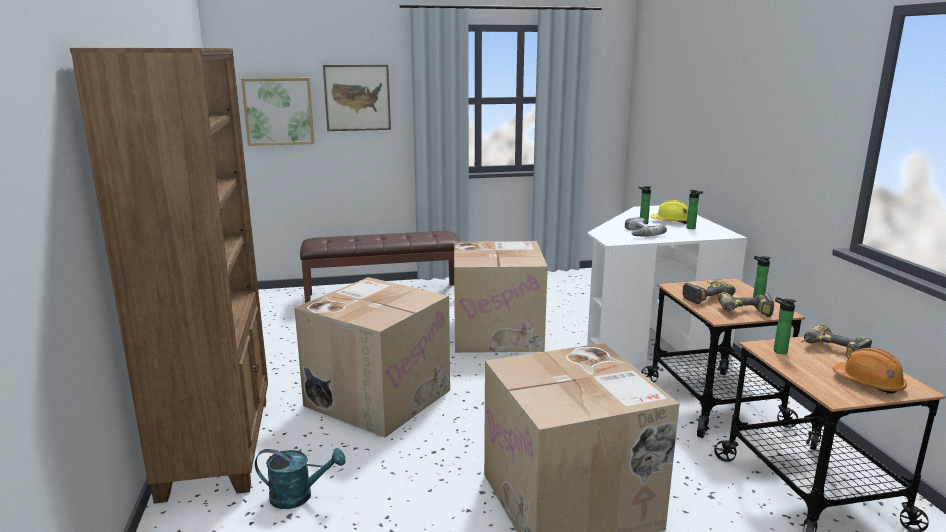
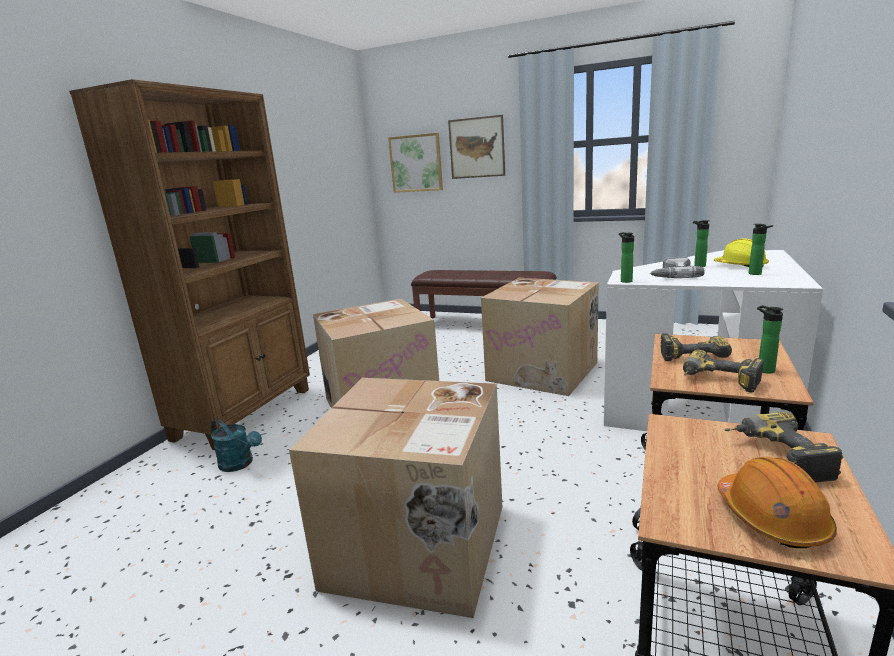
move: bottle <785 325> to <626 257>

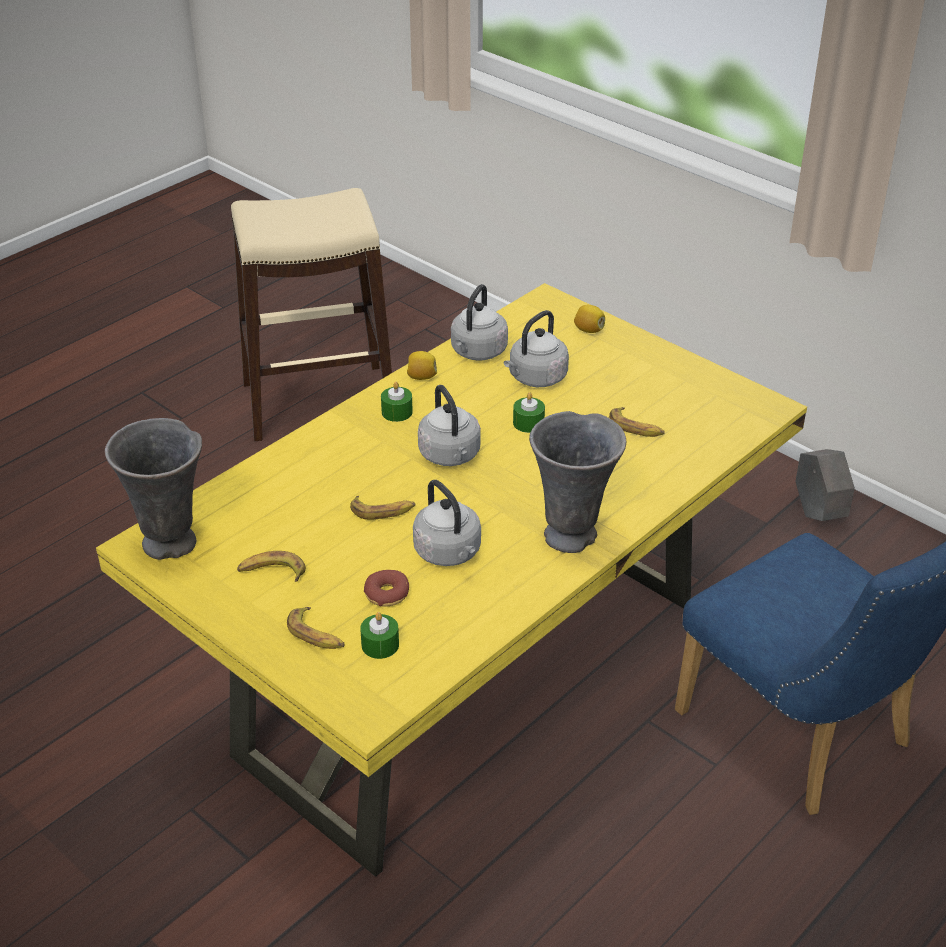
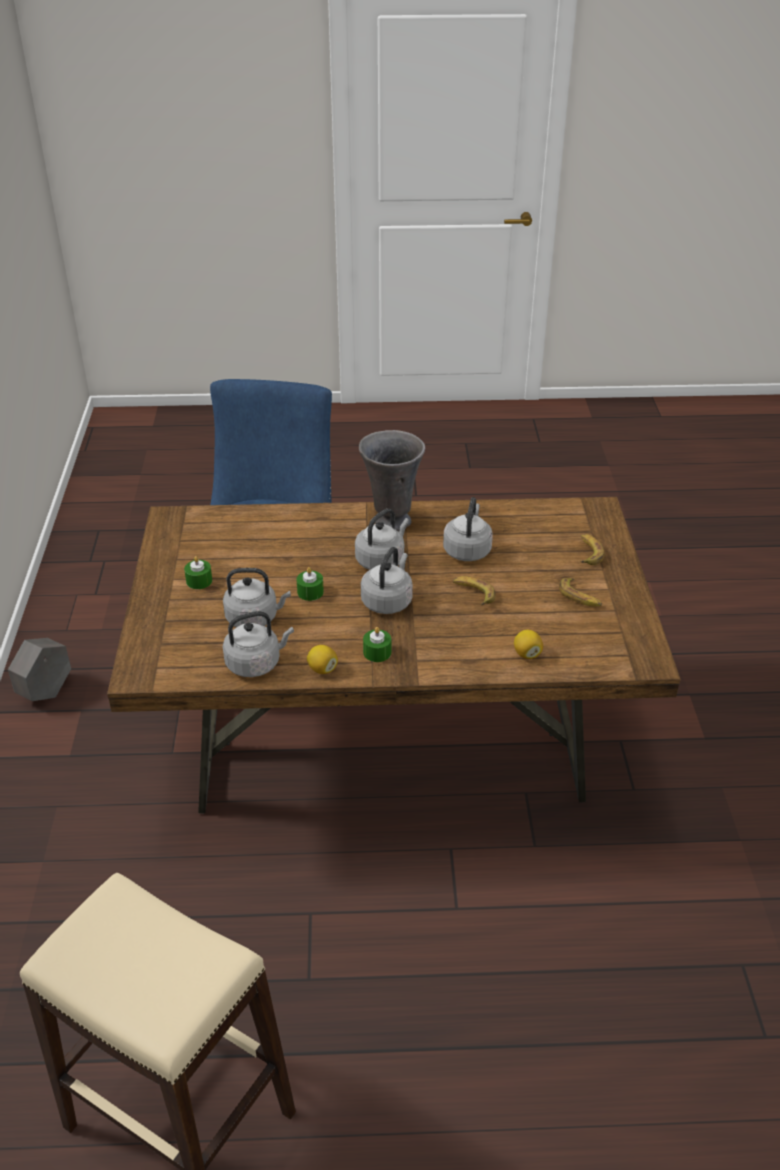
delete: greyish vase <153 489>; donut <386 588>; whole banana <637 422>
insert: greyish tea kettle <382 539>
move: greenish candle <379 635> to <198 572>; whole lemon <589 319> to <528 644>
recolor: yellow dinner table <451 580> to brownish dinner table <394 655>

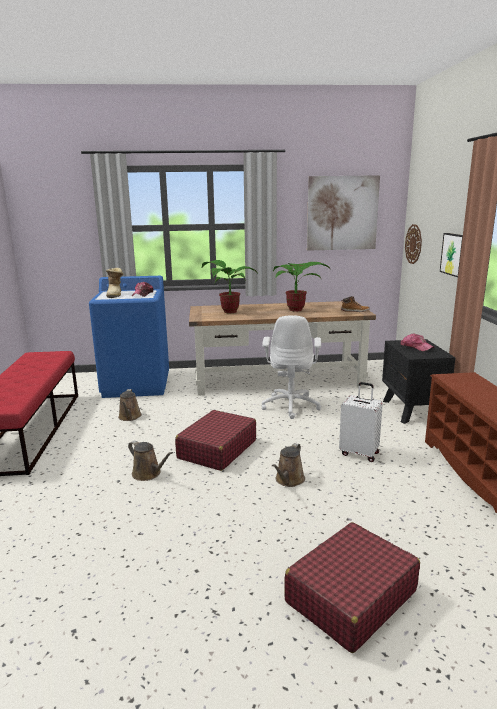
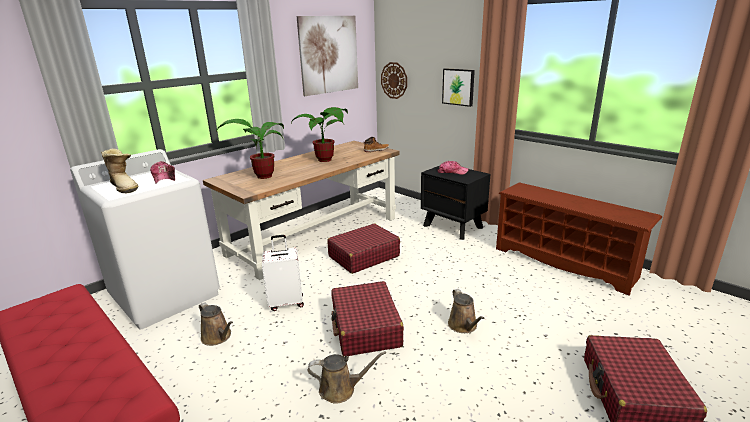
move: white piece of luggage <361 422> to <283 273>
replace: white desk chair <291 367> to reddish piece of luggage <363 249>
recolor: blue-coloured washing machine <129 337> to white washing machine <145 239>

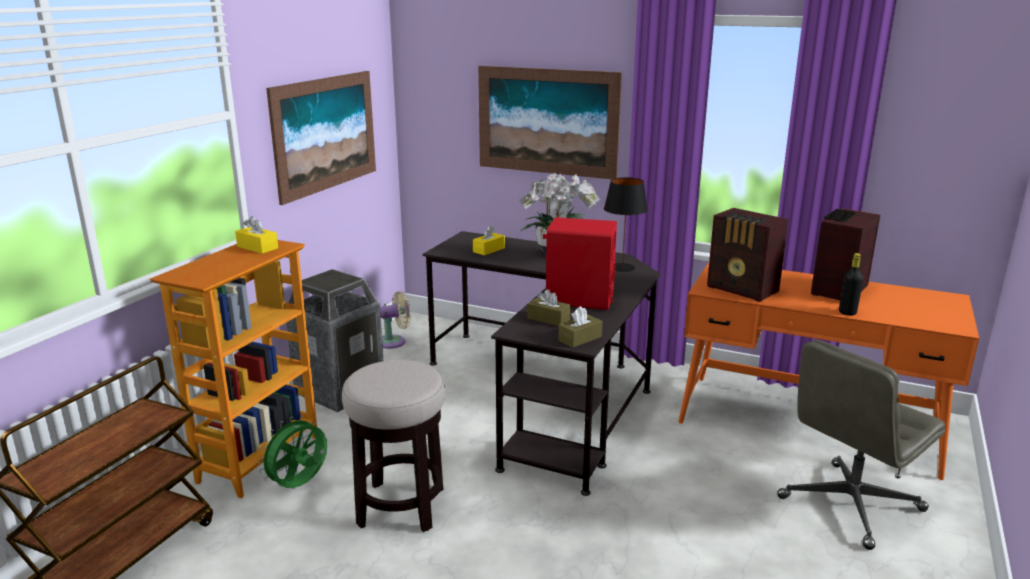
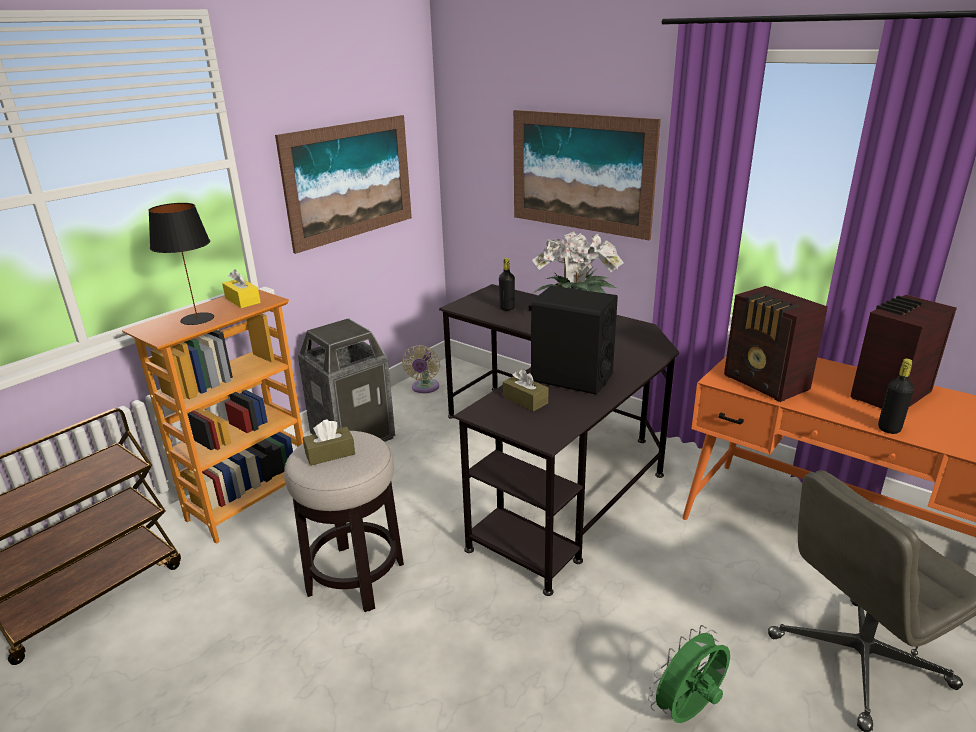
move: greenish electric fan <292 451> to <689 674>; brownish tissue holder <580 327> to <329 442>; black lamp for a table <626 224> to <181 264>
replace: yellow tissue holder <489 240> to black bottle <507 284>
recolor: reddish audio speaker <580 263> to black audio speaker <573 340>
rotate: sand-coloured electric fan <395 320> = <421 369> 105 degrees clockwise

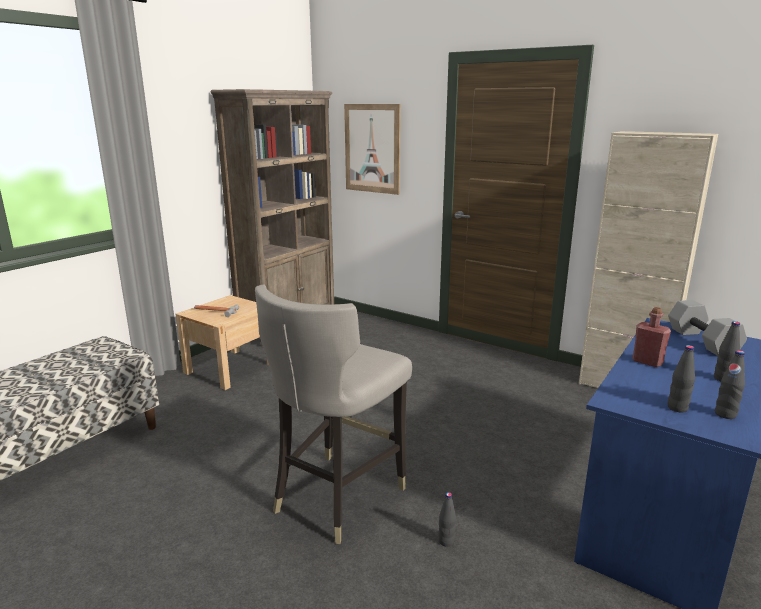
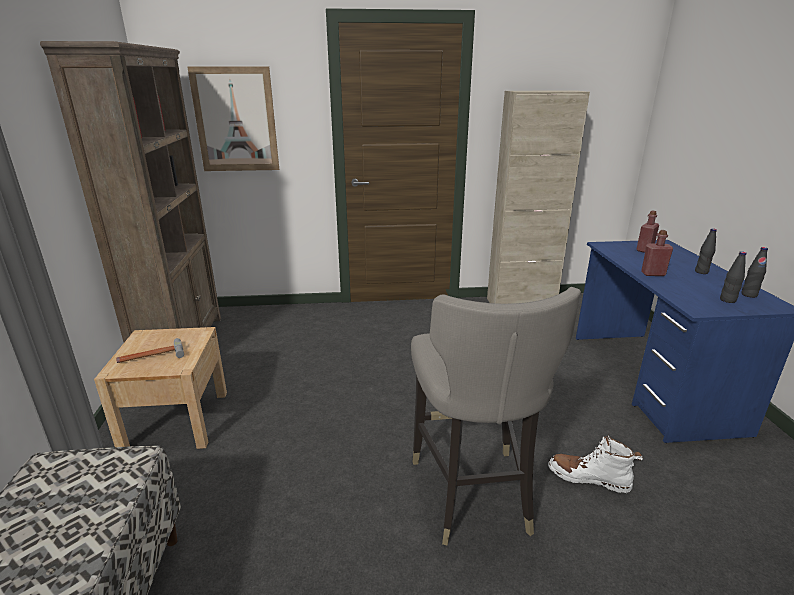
replace: black bottle <447 519> to white boot <595 463>; greyish hand weight <707 328> to reddish bottle <647 231>

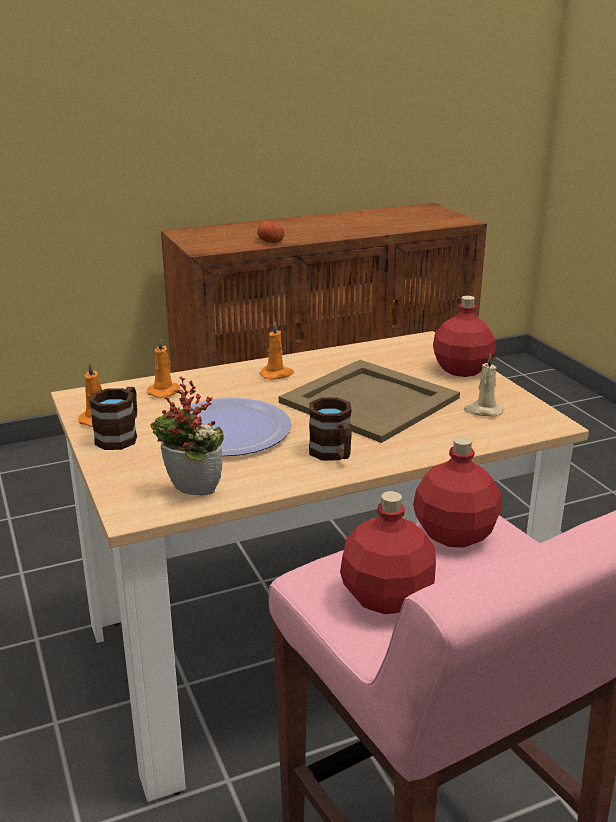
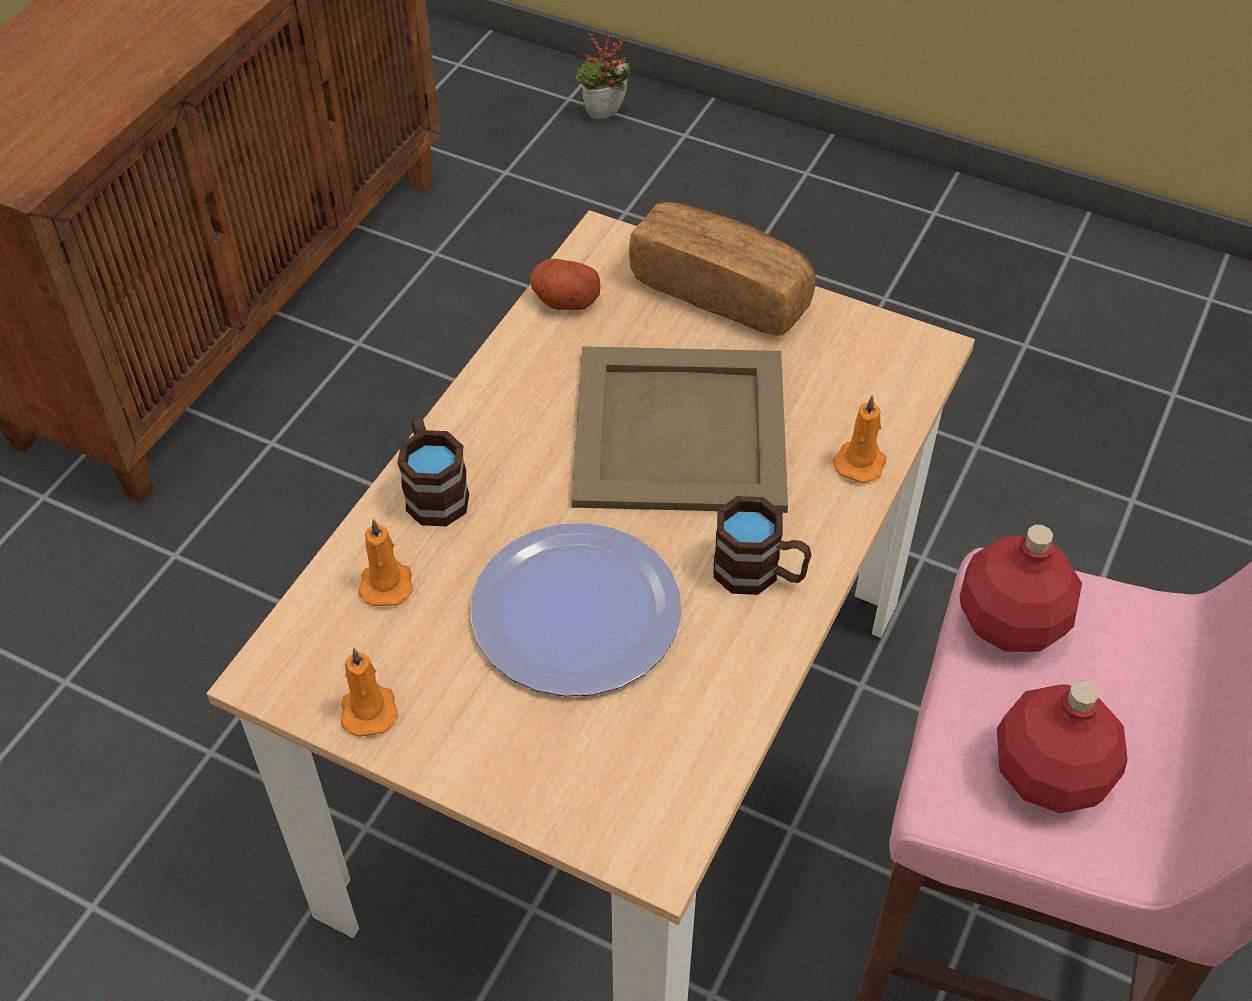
delete: sand-coloured candle <483 385>
move: brownish mug <113 418> to <433 471>; houseplant <187 435> to <602 76>; whole potato <270 232> to <565 284>; orangey candle <276 350> to <860 439>
replace: reddish bottle <464 336> to baked bread <722 269>

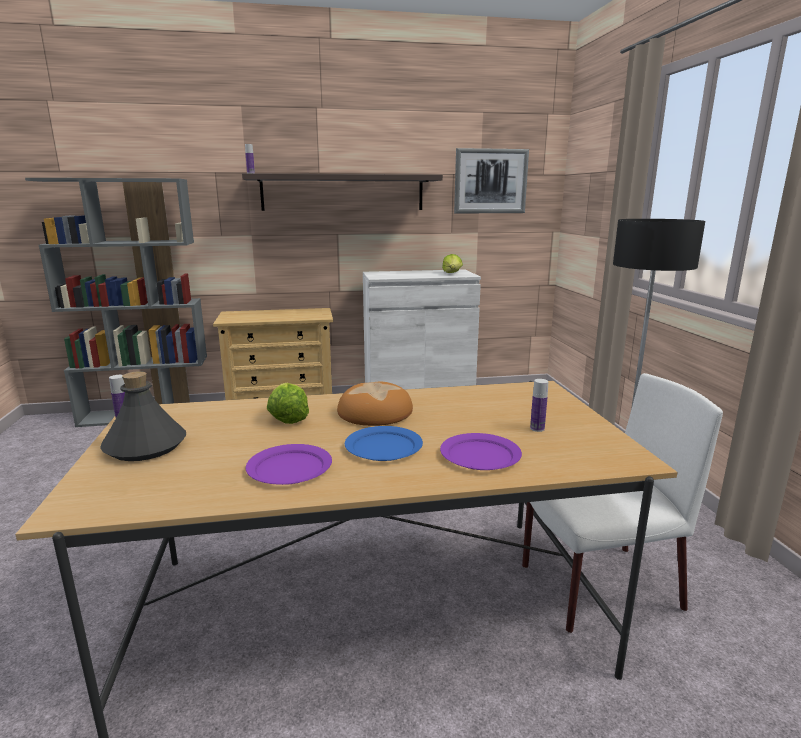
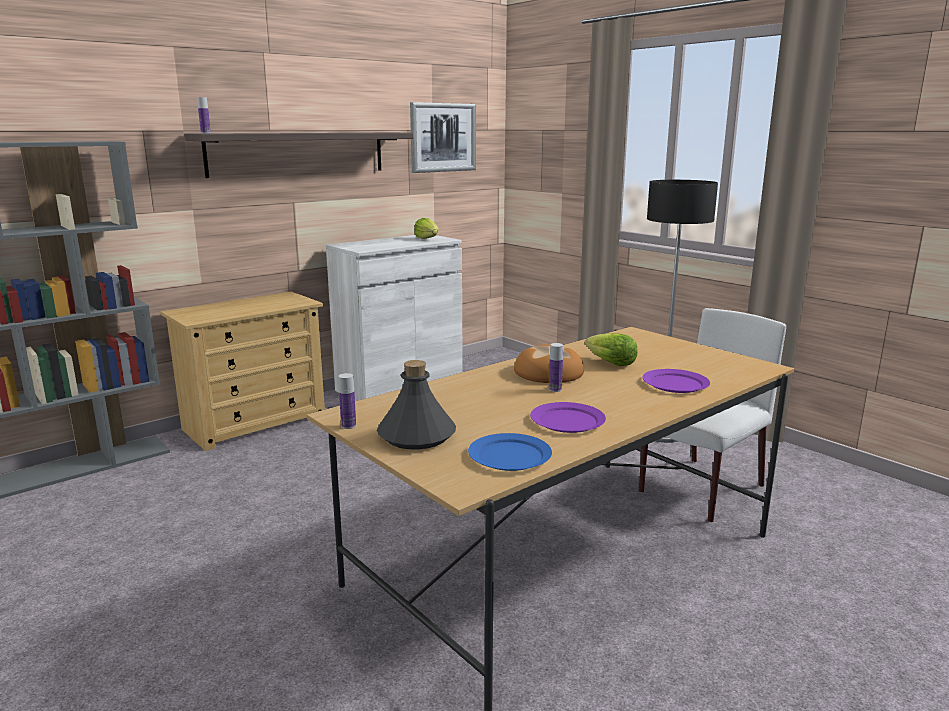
move: lettuce head <288 403> to <611 349>; blue-coloured plate <384 443> to <510 452>; bottle <539 405> to <556 367>

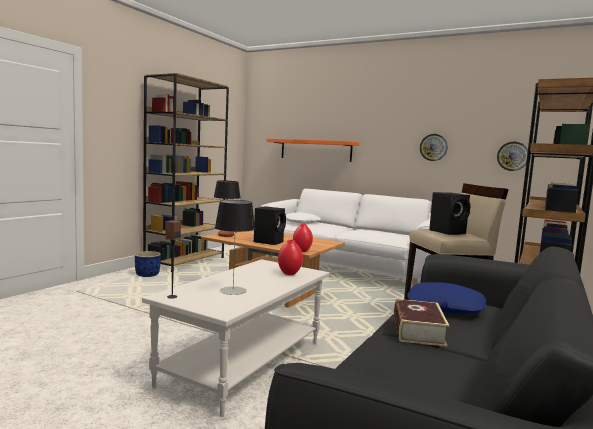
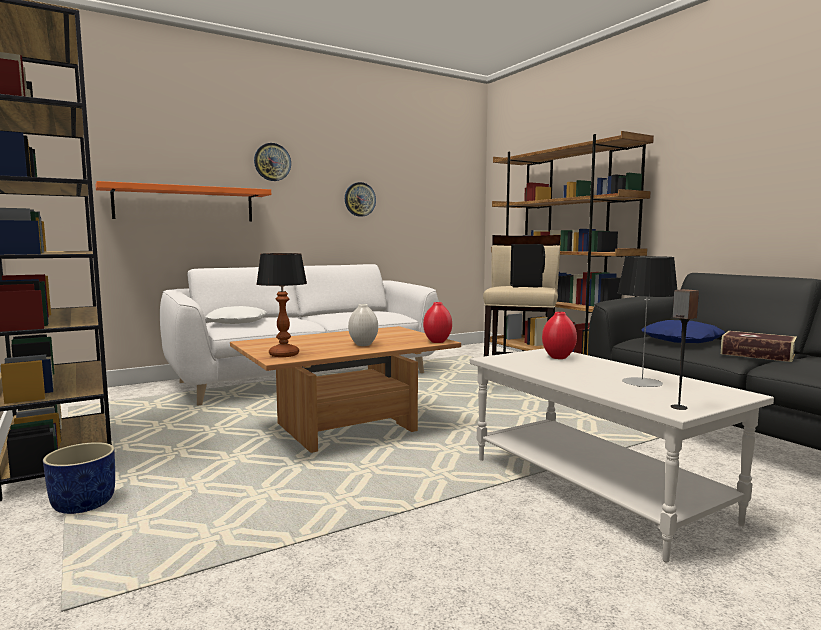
move: hanging clock <512 156> to <272 162>
replace: black audio speaker <270 225> to white vase <363 325>

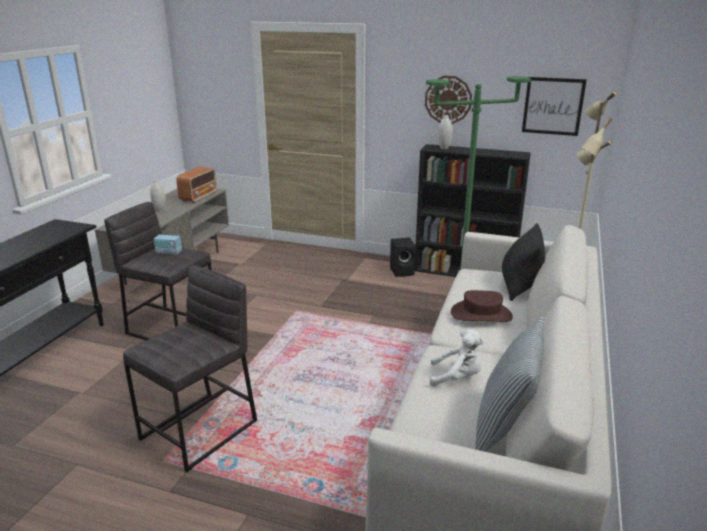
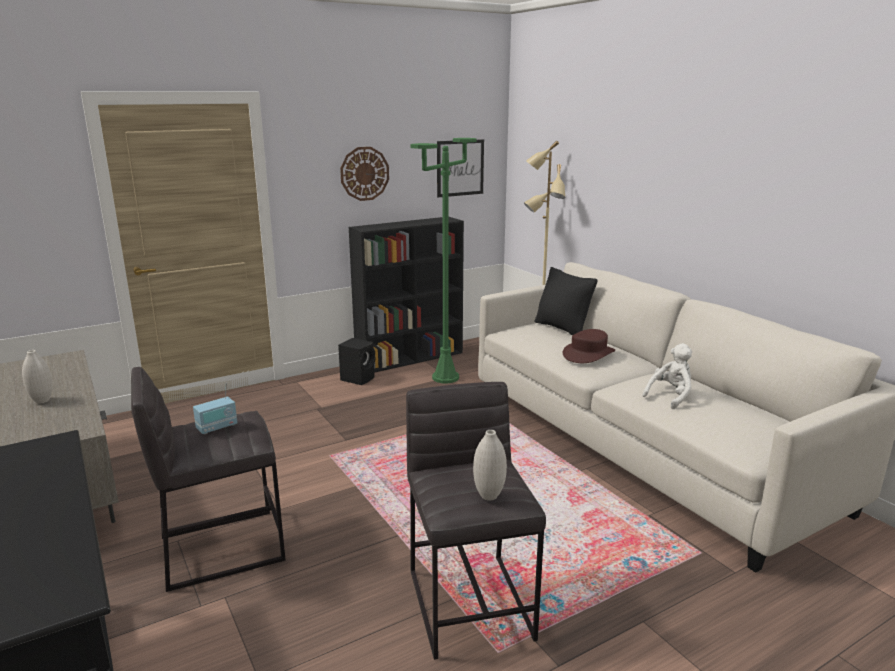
delete: radio receiver <196 185>; throw pillow <509 384>
move: white vase <445 132> to <490 465>

